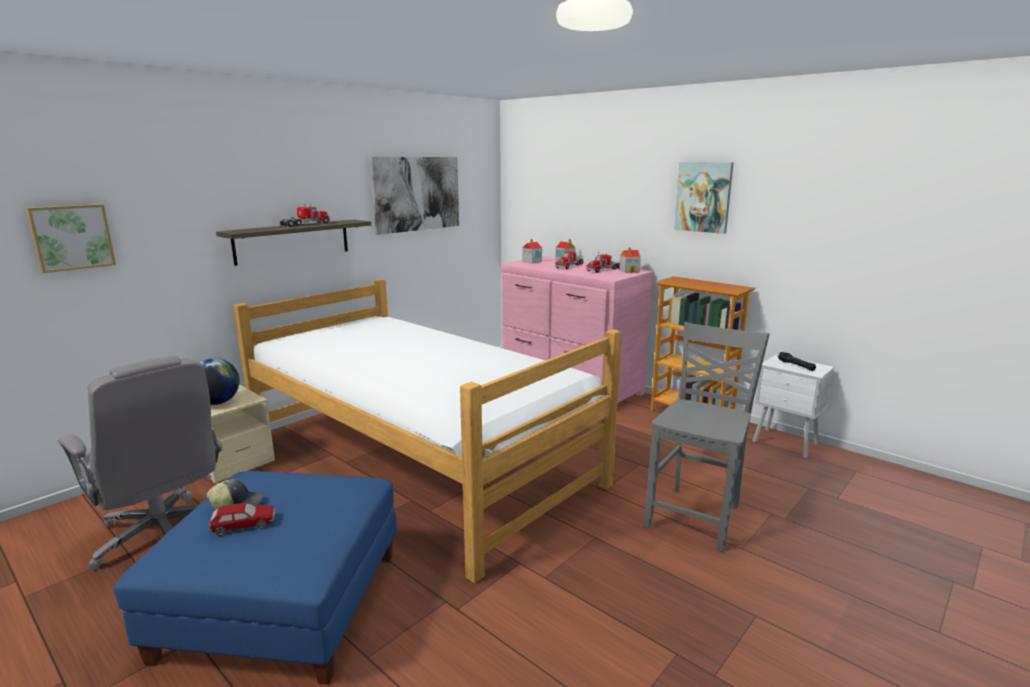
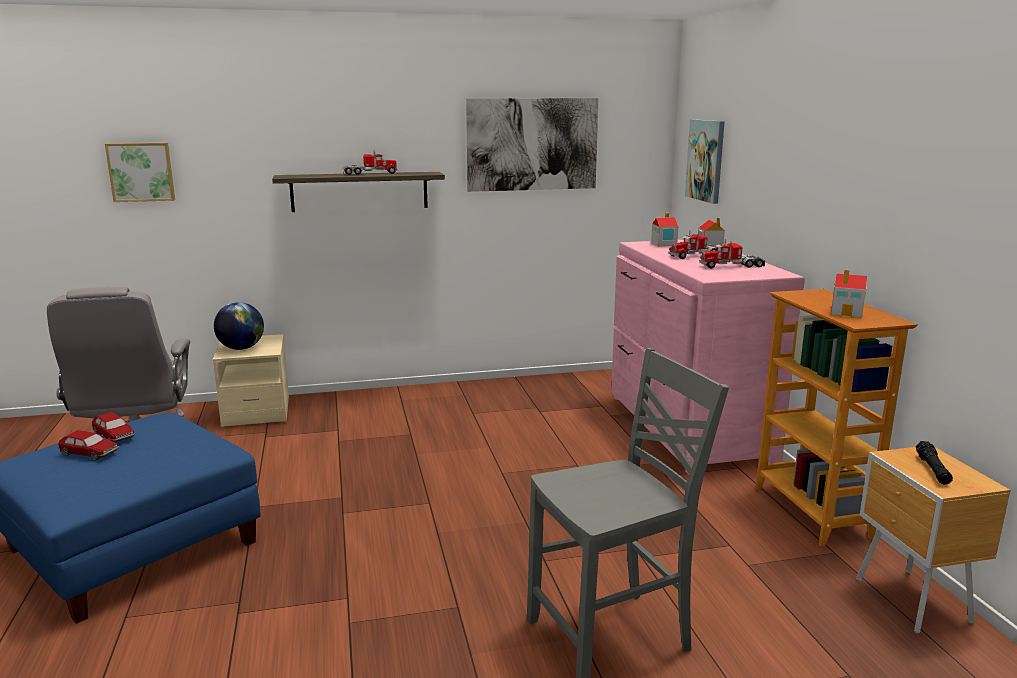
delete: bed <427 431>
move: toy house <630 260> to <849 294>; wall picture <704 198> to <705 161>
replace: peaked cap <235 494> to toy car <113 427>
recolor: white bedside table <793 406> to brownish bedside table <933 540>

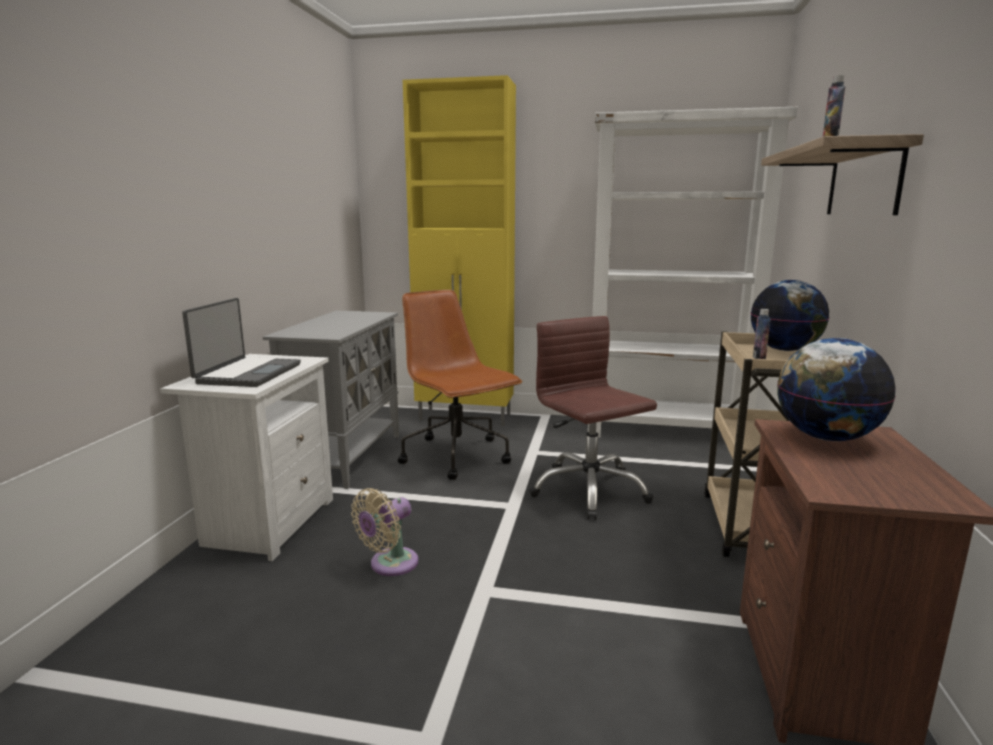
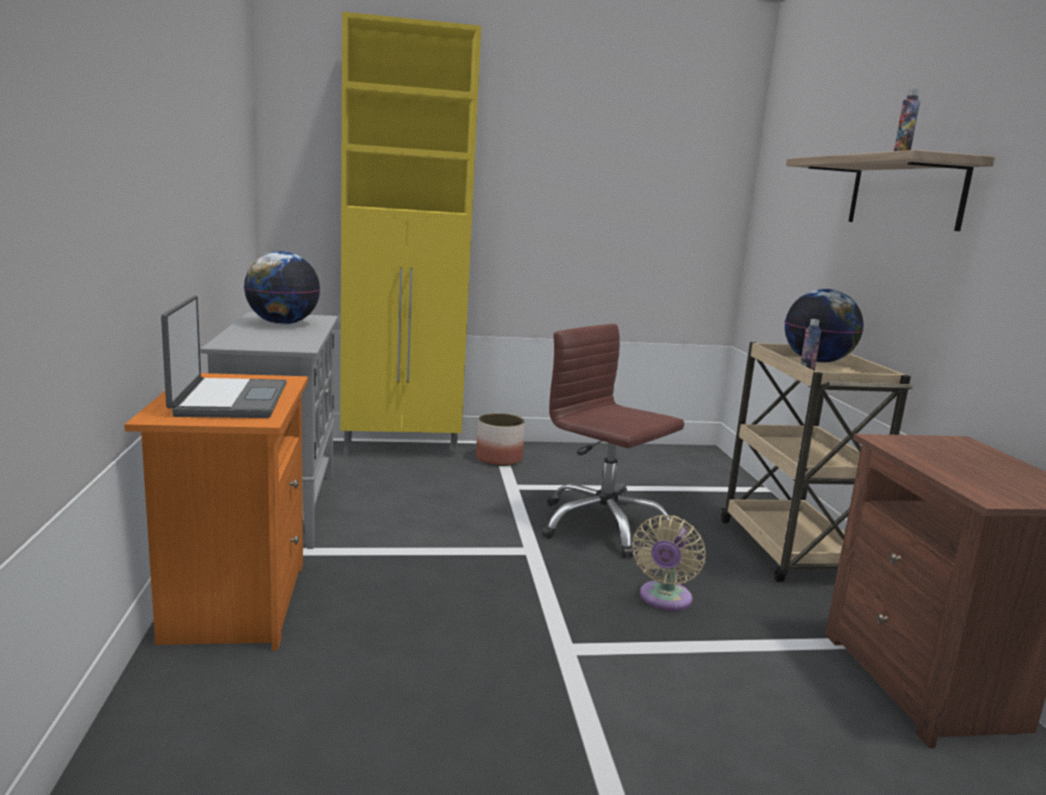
delete: brownish desk chair <460 385>; white bookshelf <693 272>
insert: flower pot <500 439>
move: sand-coloured electric fan <384 532> to <669 563>; world globe <836 389> to <282 287>
recolor: white bedside table <246 457> to orangey bedside table <216 511>

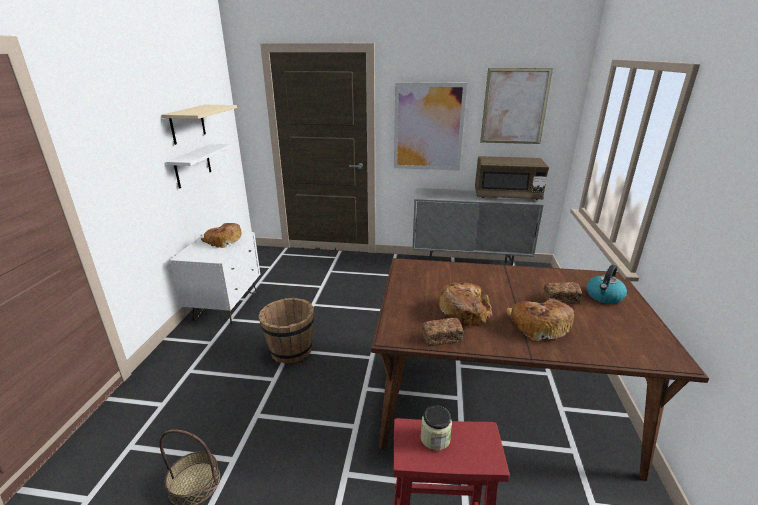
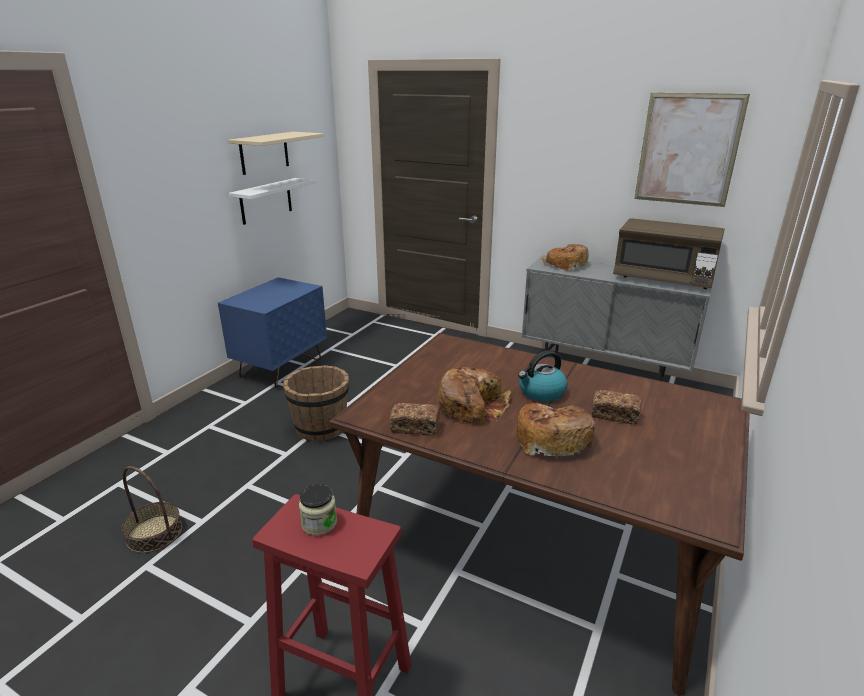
delete: wall picture <430 126>
move: baked bread <221 235> to <565 257>; tea kettle <607 284> to <542 376>
recolor: white bedside table <215 278> to blue-coloured bedside table <272 332>

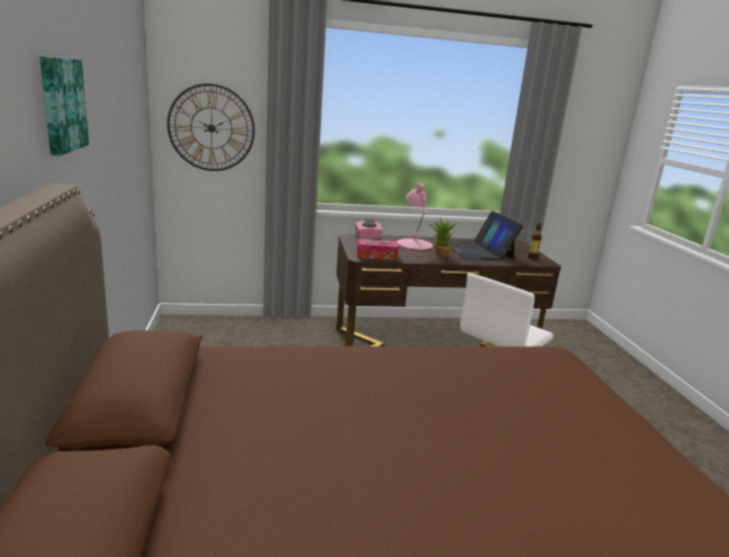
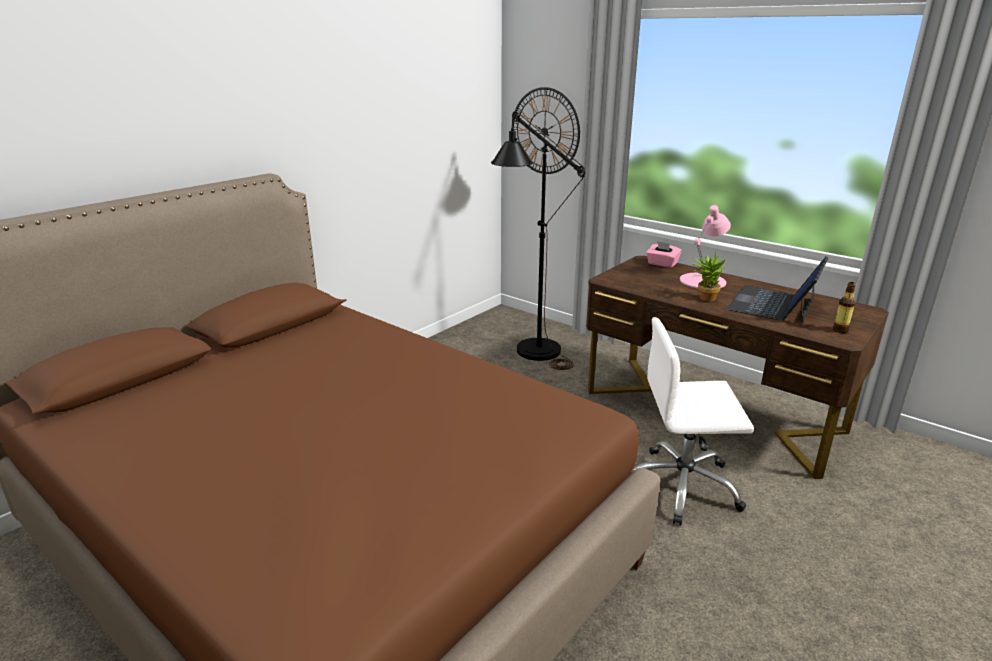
delete: wall picture <64 106>; tissue holder <377 249>
insert: black standing lamp <538 240>

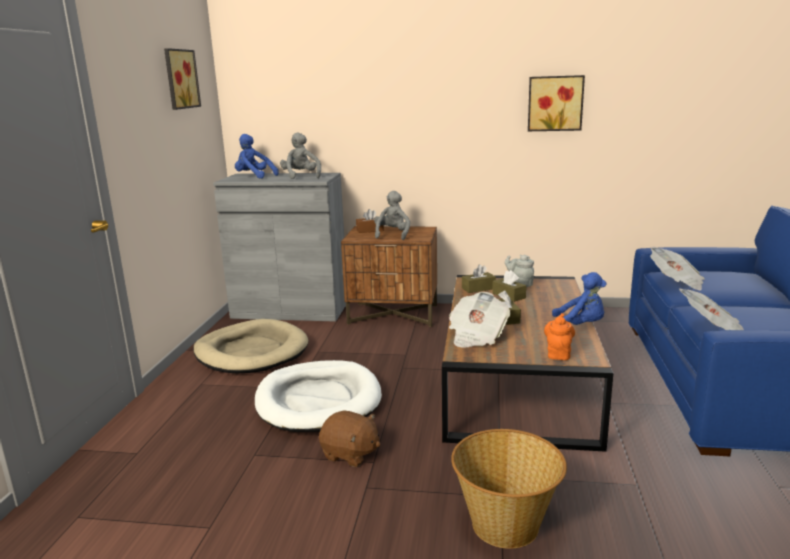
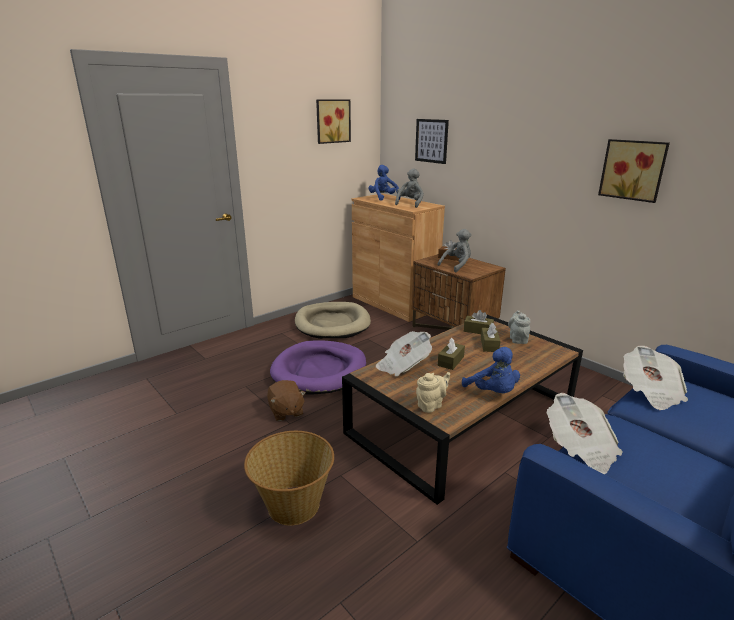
insert: wall picture <432 141>
recolor: greyish storage cabinet <279 247> to brownish storage cabinet <398 258>; white dog cushion <318 396> to purple dog cushion <318 367>; orangey pot for tea <559 336> to sand-coloured pot for tea <433 392>

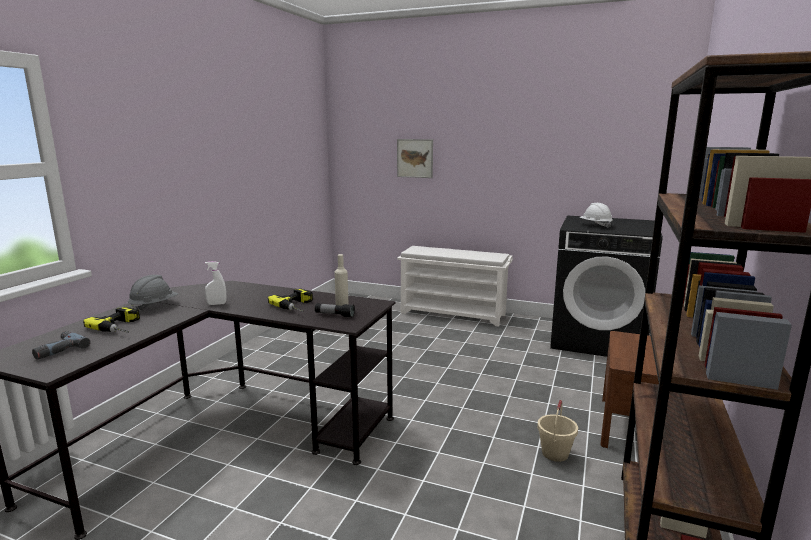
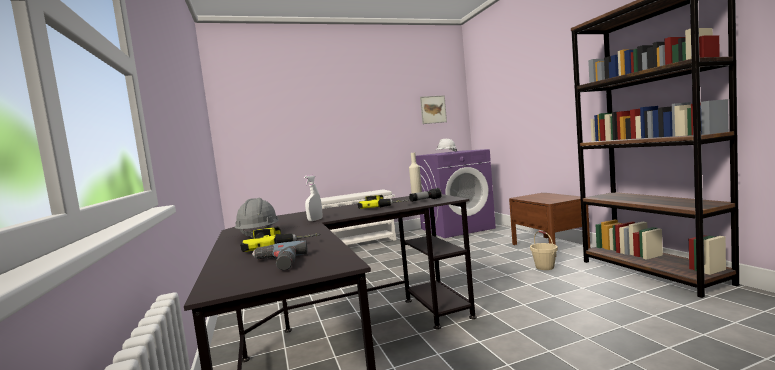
move: wall picture <415 158> to <433 109>
recolor: black washing machine <606 286> to purple washing machine <456 193>

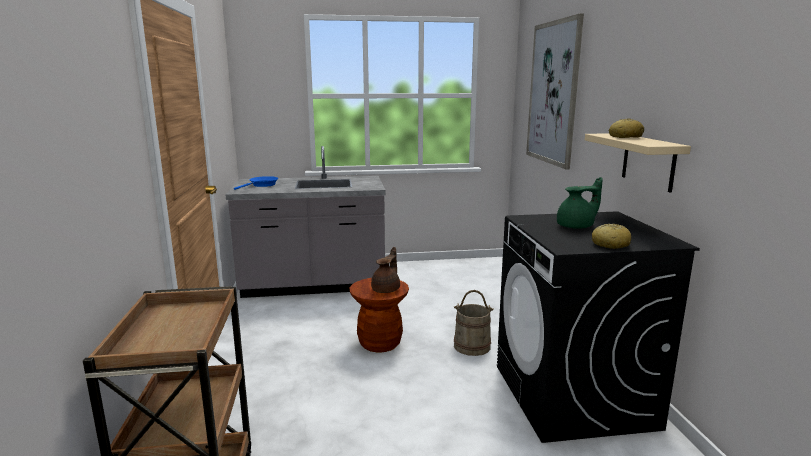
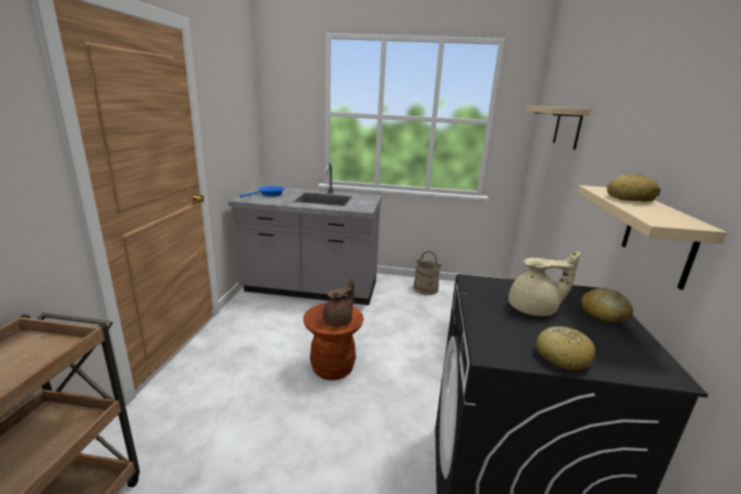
insert: baked bread <607 305>
move: sand-coloured bucket <474 323> to <427 273>
replace: wall picture <555 91> to sand-coloured bracket shelf <558 128>
recolor: greenish pot for tea <580 203> to sand-coloured pot for tea <544 283>

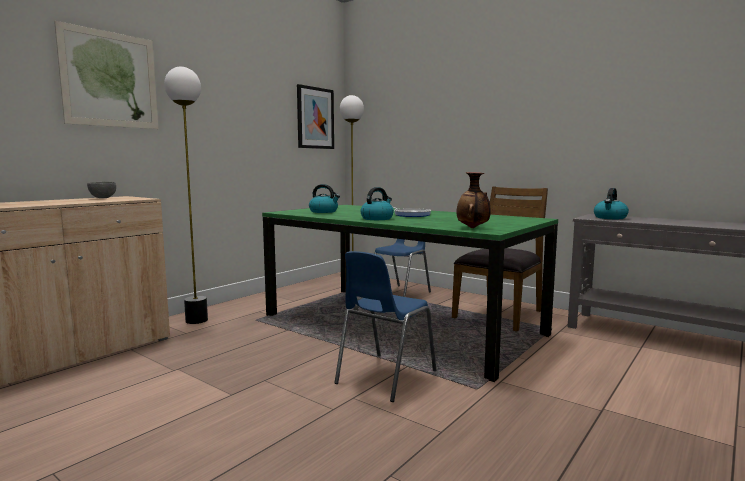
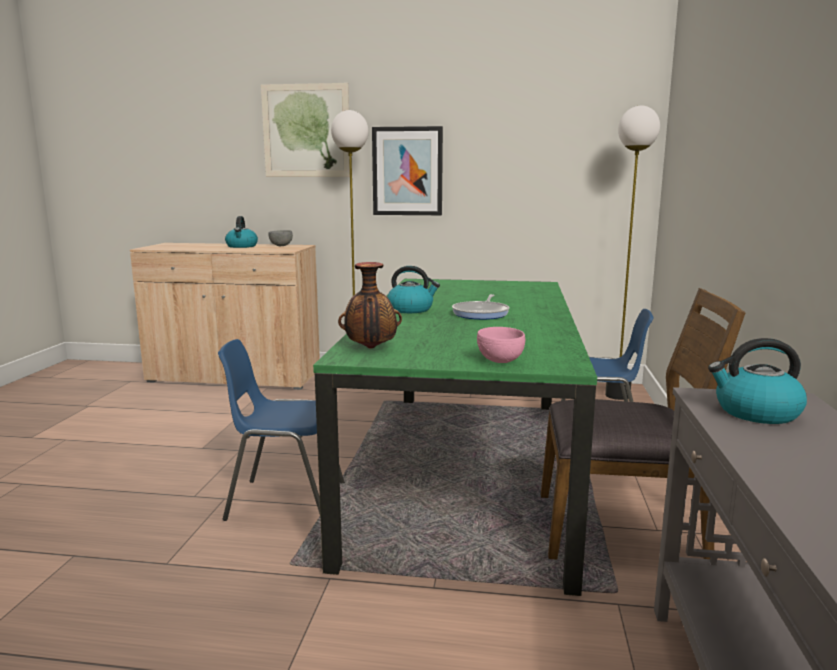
insert: pink serving bowl <501 345>
move: wall picture <315 116> to <407 170>; tea kettle <324 198> to <241 232>

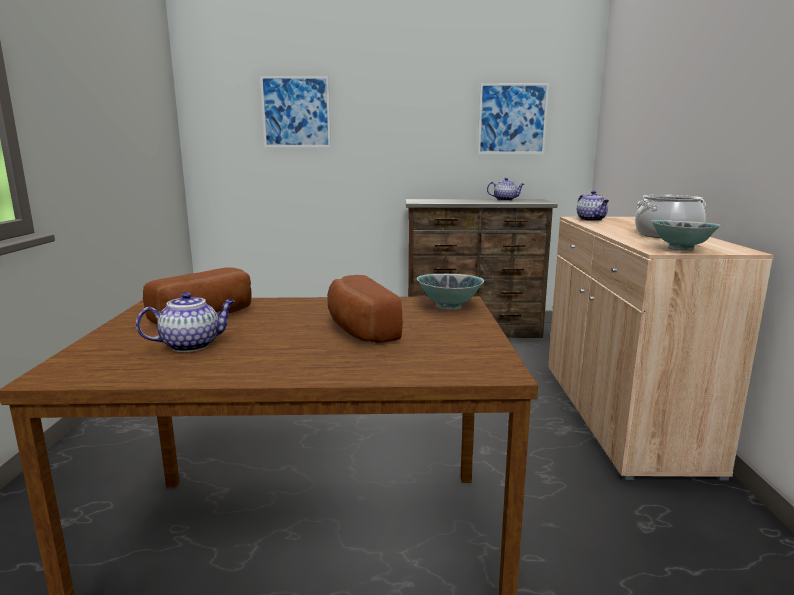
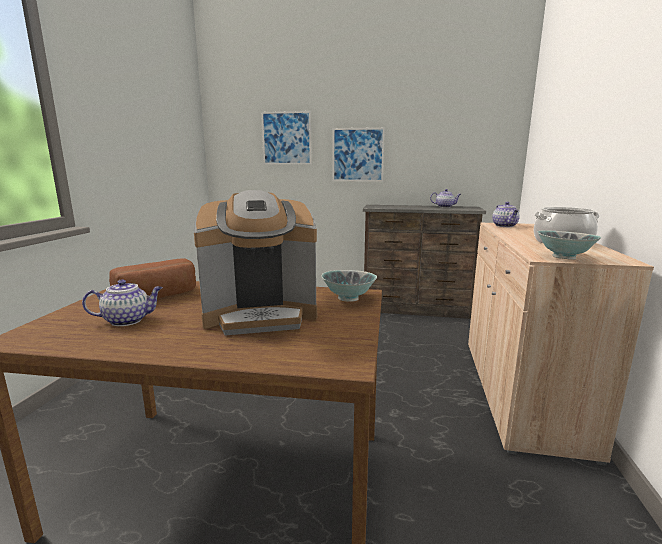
move: wall picture <513 118> to <359 154>
replace: baked bread <365 309> to coffee machine <255 263>

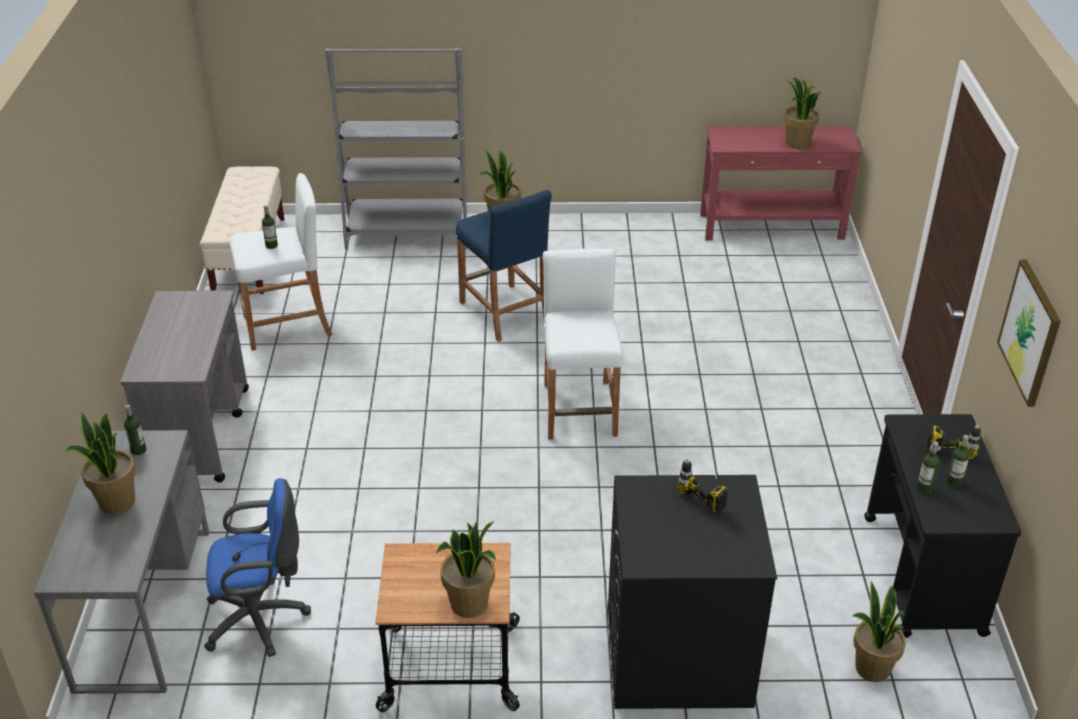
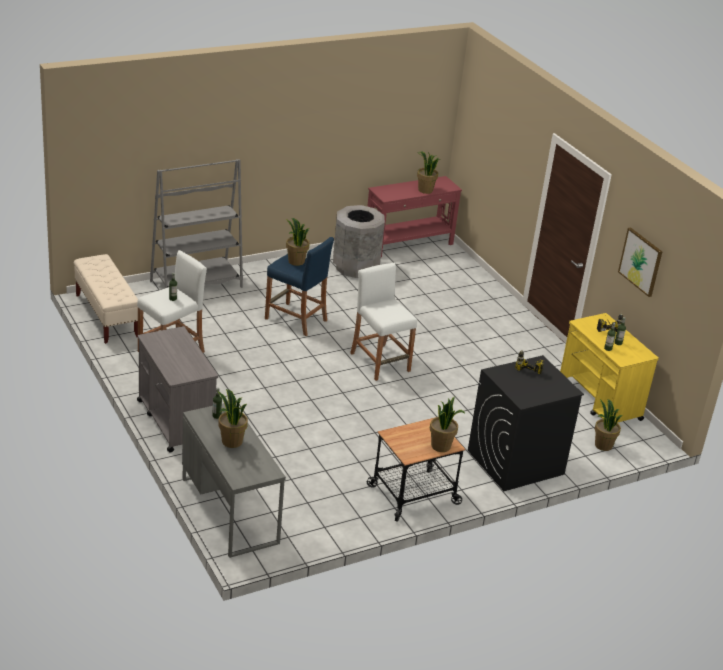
delete: blue-coloured desk chair <257 567>
insert: greyish rubbish bin <359 241>
recolor: black cart <942 526> to yellow cart <609 368>

